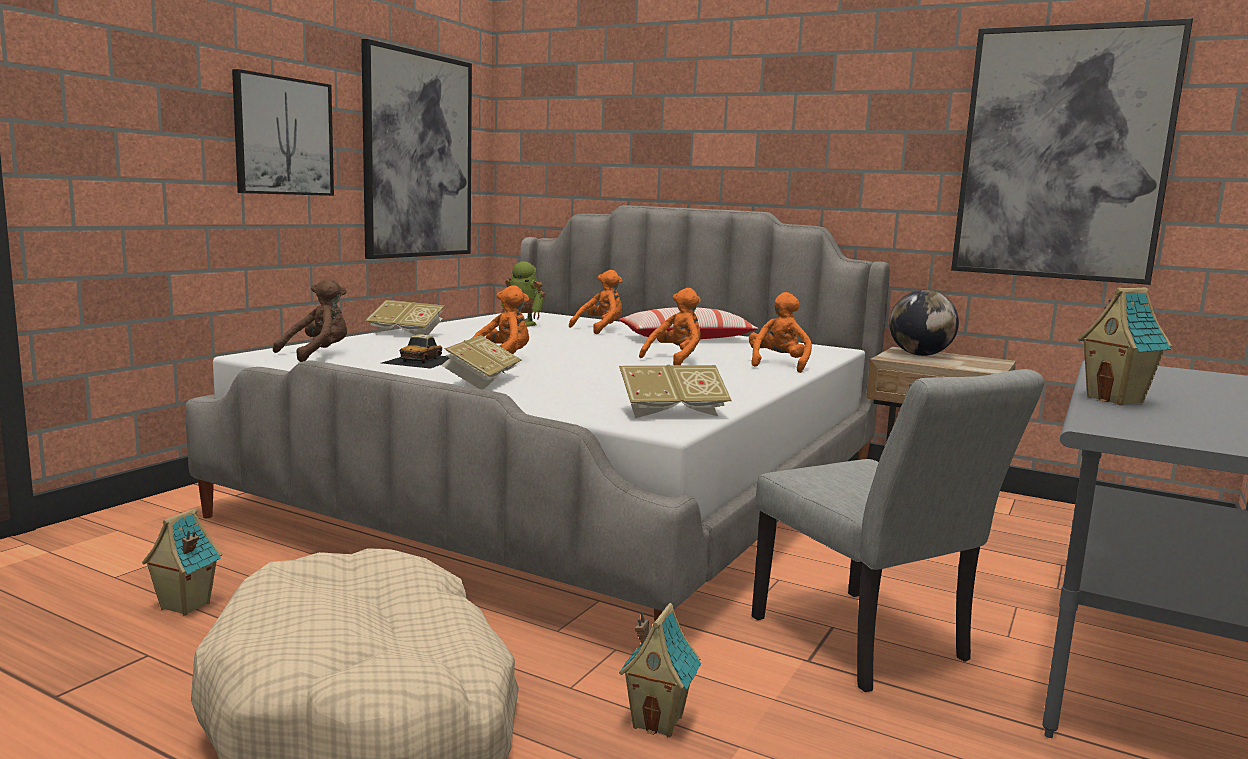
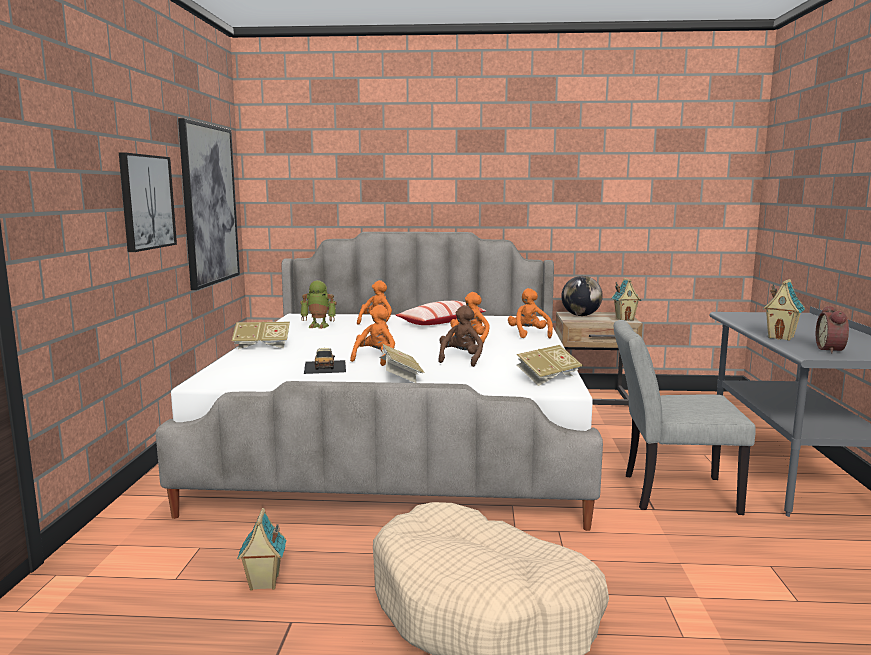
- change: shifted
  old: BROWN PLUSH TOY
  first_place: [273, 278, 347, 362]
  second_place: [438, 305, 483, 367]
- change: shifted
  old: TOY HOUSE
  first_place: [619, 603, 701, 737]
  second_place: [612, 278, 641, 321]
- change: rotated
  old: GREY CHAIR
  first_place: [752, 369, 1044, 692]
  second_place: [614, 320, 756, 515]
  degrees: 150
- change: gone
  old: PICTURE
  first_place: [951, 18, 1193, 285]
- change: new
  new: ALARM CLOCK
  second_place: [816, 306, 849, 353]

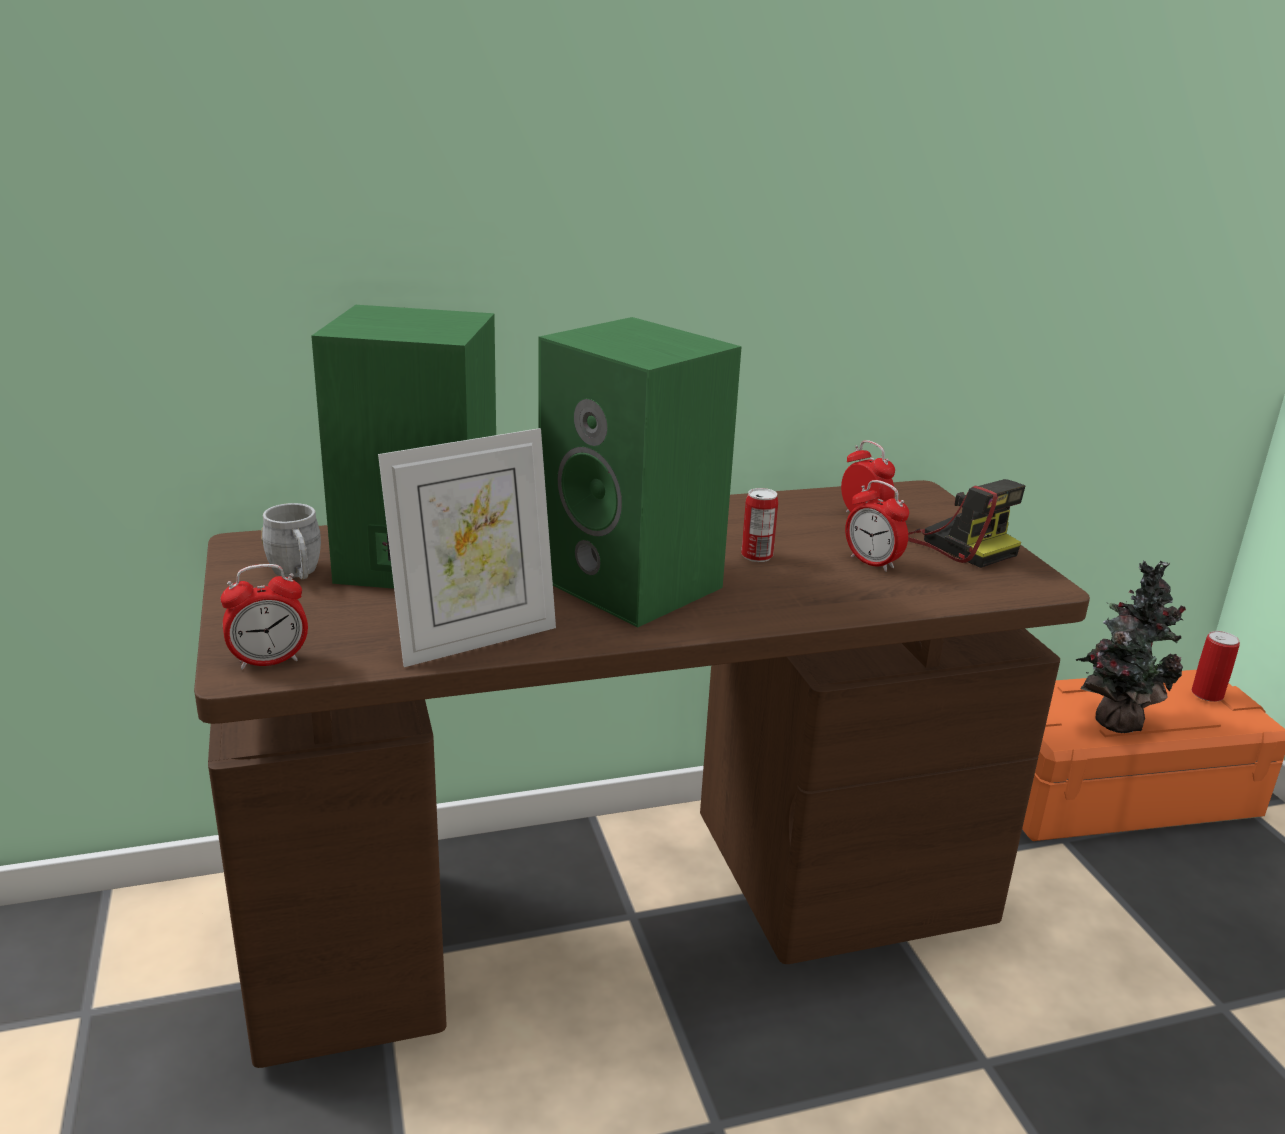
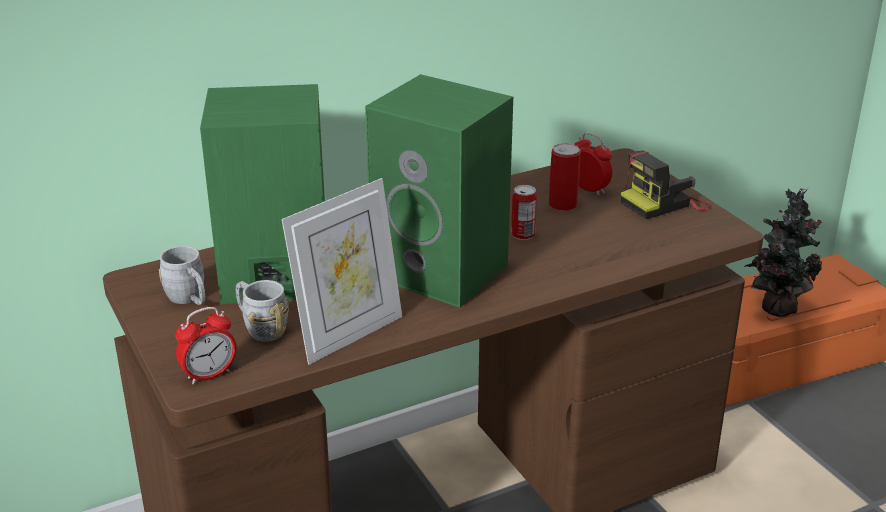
- change: gone
  old: ALARM CLOCK
  first_place: [845, 480, 909, 572]
- change: rotated
  old: PHOTO CAMERA
  first_place: [908, 479, 1026, 568]
  second_place: [621, 150, 711, 219]
  degrees: 105
- change: shifted
  old: CAN
  first_place: [1192, 631, 1240, 702]
  second_place: [549, 143, 581, 211]
- change: new
  new: GREY MUG
  second_place: [236, 280, 289, 342]

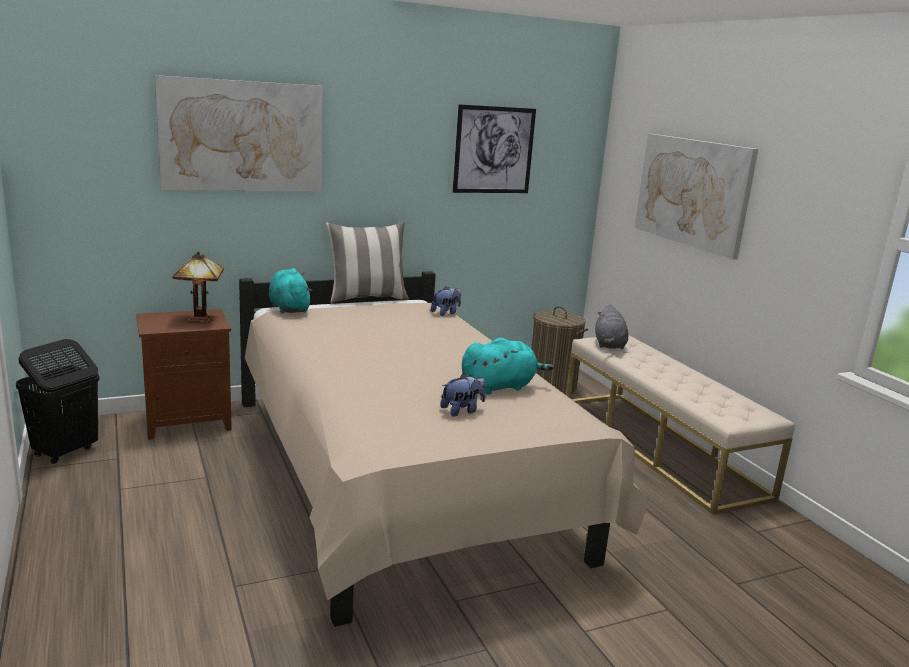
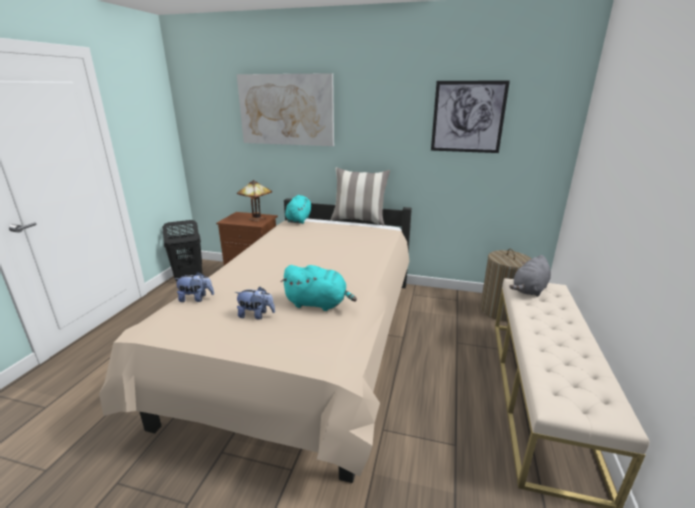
- change: shifted
  old: PLUSH TOY
  first_place: [431, 286, 461, 316]
  second_place: [175, 272, 214, 302]
- change: gone
  old: PICTURE
  first_place: [634, 134, 758, 260]

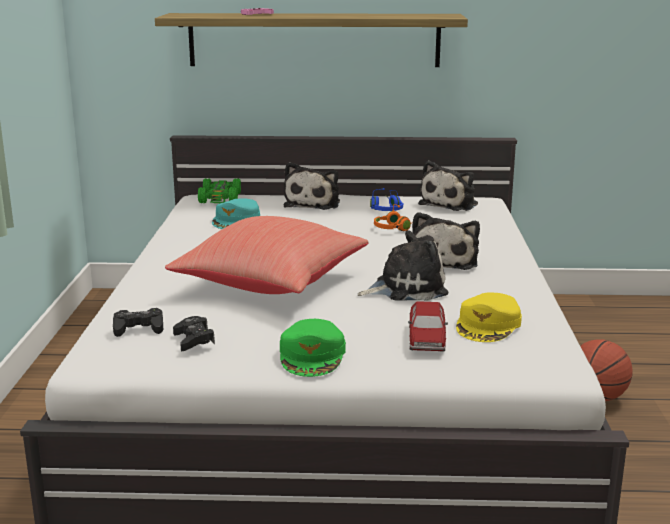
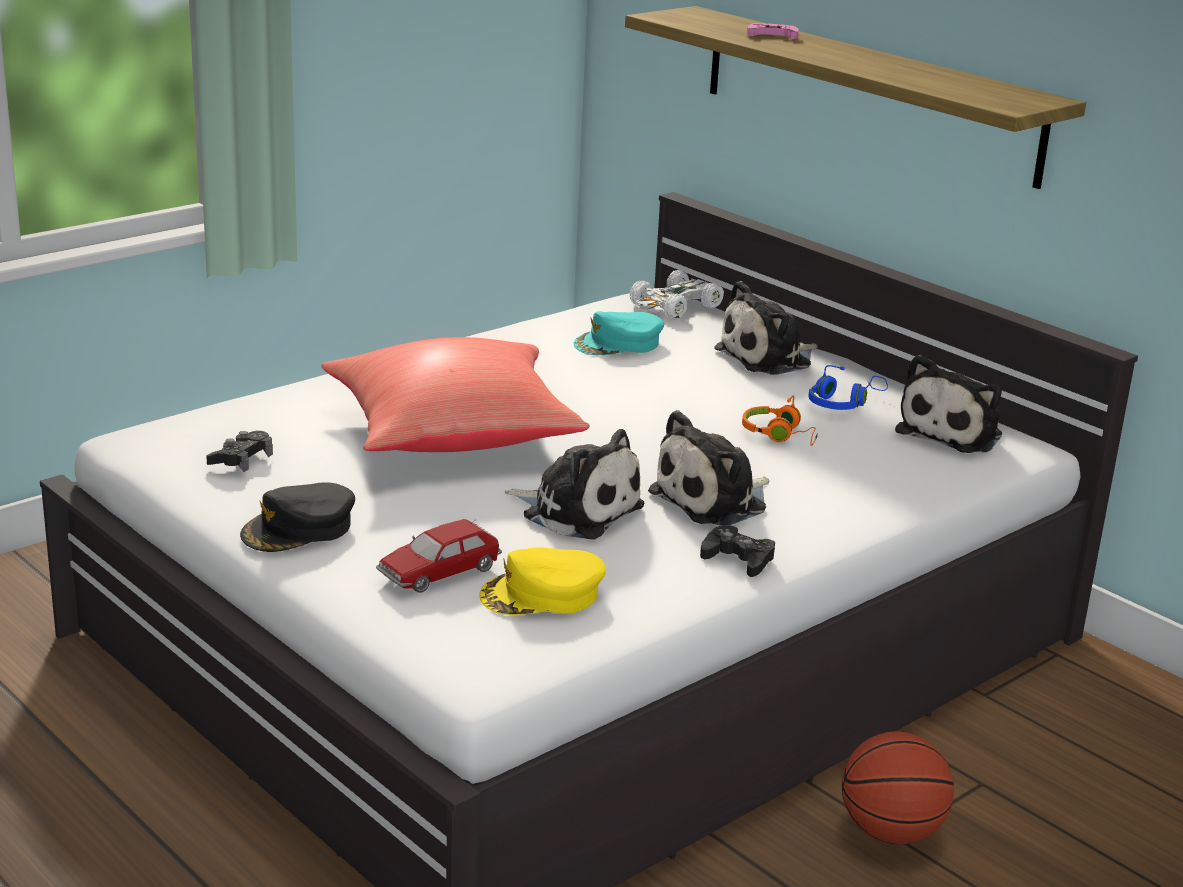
- change: shifted
  old: BLACK GAME CONTROLLER
  first_place: [113, 308, 163, 337]
  second_place: [700, 525, 775, 577]
- change: repainted
  old: GREEN TOY CAR
  new: WHITE TOY CAR
  first_place: [198, 178, 241, 203]
  second_place: [630, 270, 724, 320]
- change: repainted
  old: GREEN CAP
  new: BLACK CAP
  first_place: [280, 319, 346, 377]
  second_place: [240, 482, 355, 552]
- change: rotated
  old: PLUSH TOY
  first_place: [418, 161, 478, 211]
  second_place: [895, 355, 1002, 453]
  degrees: -45

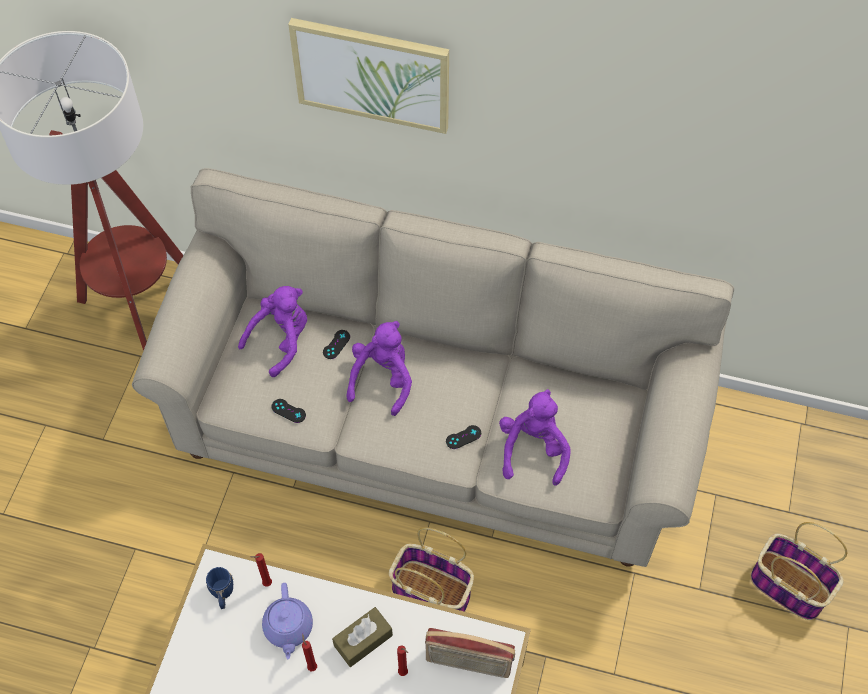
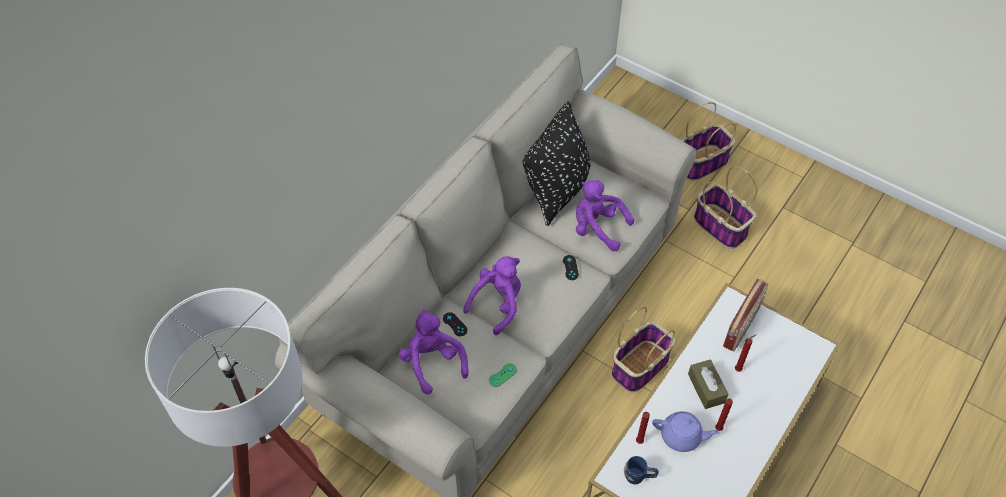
- change: repainted
  old: BLACK GAME CONTROLLER
  new: GREEN GAME CONTROLLER
  first_place: [272, 399, 306, 423]
  second_place: [489, 363, 517, 387]
- change: gone
  old: PICTURE
  first_place: [288, 18, 449, 134]
- change: rotated
  old: PURPLE PLUSH TOY
  first_place: [347, 321, 412, 416]
  second_place: [463, 256, 521, 335]
  degrees: 90
- change: new
  new: BLACK PILLOW
  second_place: [522, 101, 591, 226]
- change: new
  new: BASKET
  second_place: [694, 166, 757, 249]

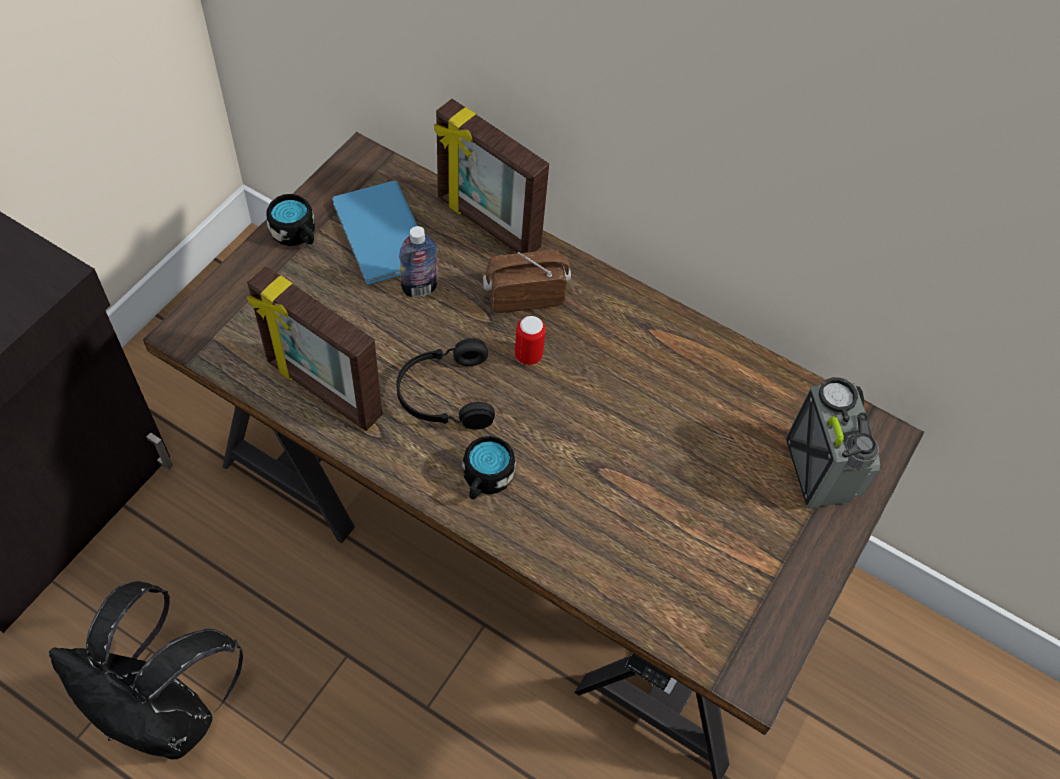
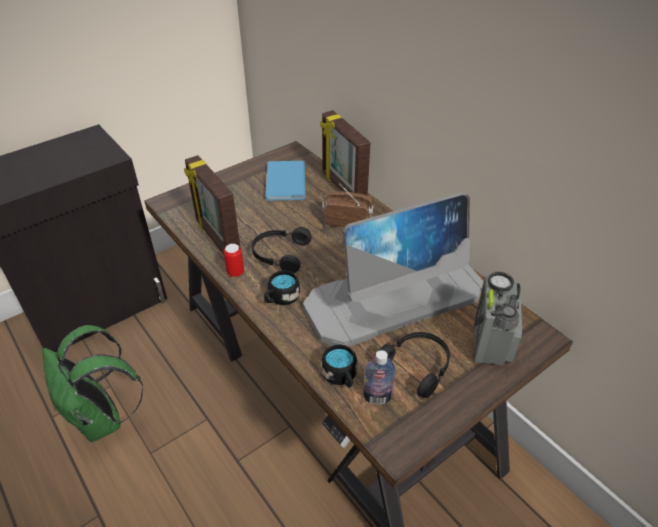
- change: repainted
  old: BLACK BACKPACK
  new: GREEN BACKPACK
  first_place: [49, 581, 243, 759]
  second_place: [42, 325, 143, 442]
- change: shifted
  old: BLACK MUG
  first_place: [266, 194, 315, 246]
  second_place: [321, 344, 357, 388]
- change: shifted
  old: BOTTLE
  first_place: [399, 226, 438, 297]
  second_place: [363, 350, 396, 405]
- change: shifted
  old: CAN
  first_place: [515, 316, 546, 365]
  second_place: [223, 244, 244, 277]
- change: new
  new: MONITOR
  second_place: [303, 192, 484, 347]
- change: new
  new: BLACK HEADPHONES
  second_place: [375, 332, 450, 398]

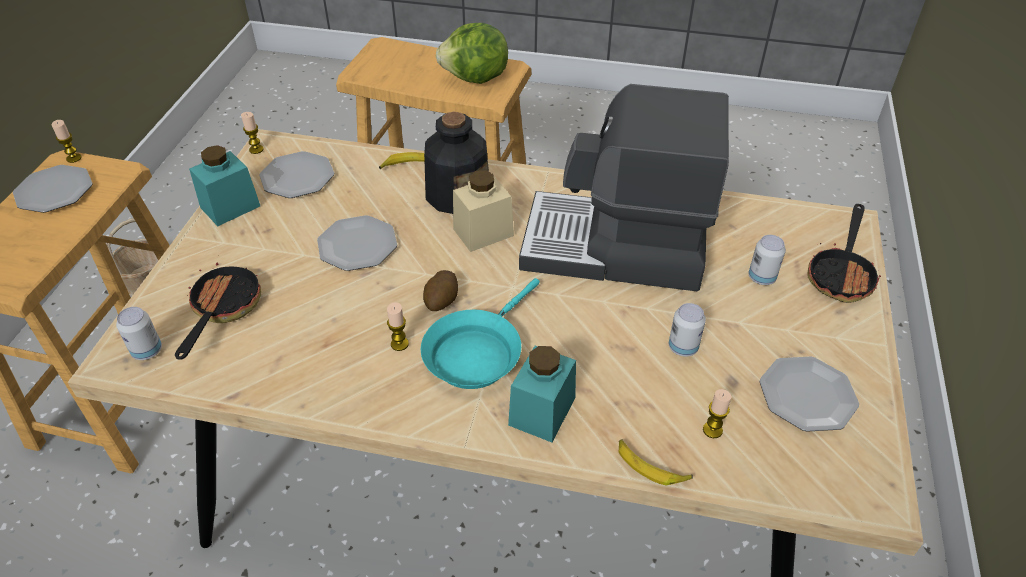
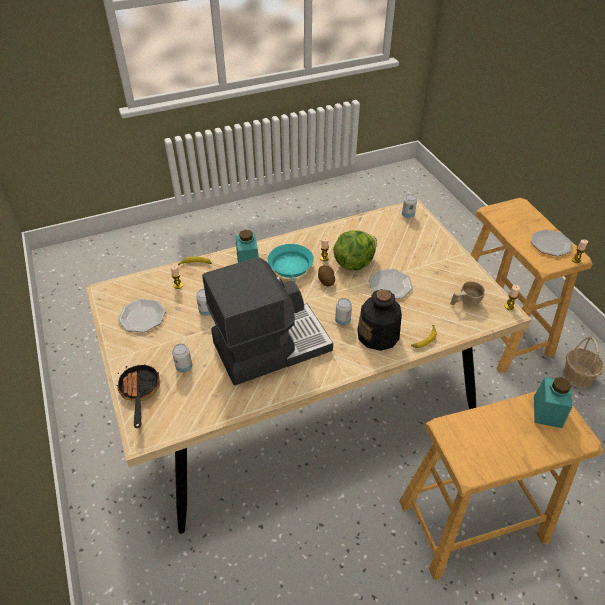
- change: gone
  old: FRYING PAN
  first_place: [175, 262, 261, 360]
- change: shifted
  old: TURQUOISE JAR
  first_place: [189, 145, 260, 226]
  second_place: [534, 377, 572, 428]
- change: swapped
  old: PLATE
  new: BEIGE CUP
  first_place: [259, 151, 334, 198]
  second_place: [450, 281, 485, 306]
- change: shifted
  old: LETTUCE
  first_place: [436, 23, 508, 84]
  second_place: [333, 230, 377, 271]
- change: swapped
  old: BEIGE JAR
  new: CAN
  first_place: [453, 170, 514, 252]
  second_place: [335, 298, 352, 326]

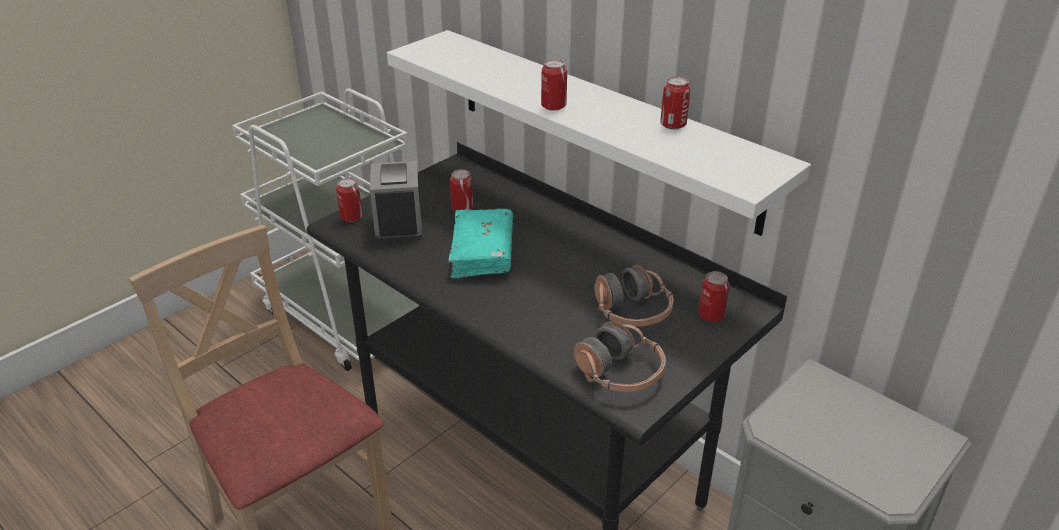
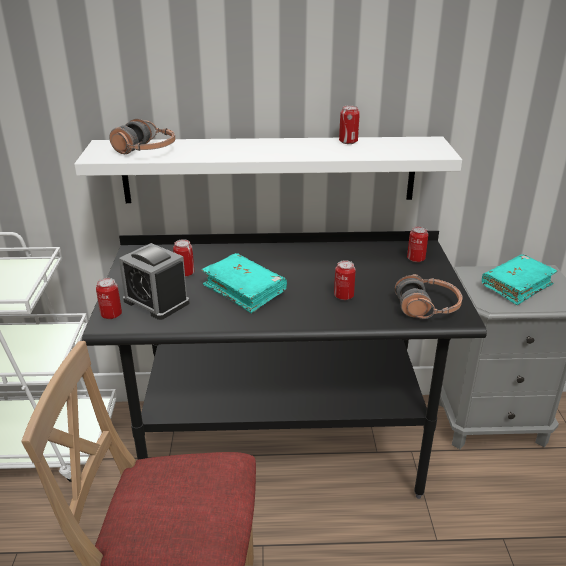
- change: shifted
  old: CAN
  first_place: [541, 59, 567, 111]
  second_place: [334, 260, 356, 300]
- change: shifted
  old: HEADPHONES
  first_place: [594, 265, 673, 327]
  second_place: [109, 119, 175, 154]
- change: new
  new: TURQUOISE BOOK
  second_place: [482, 255, 558, 305]

